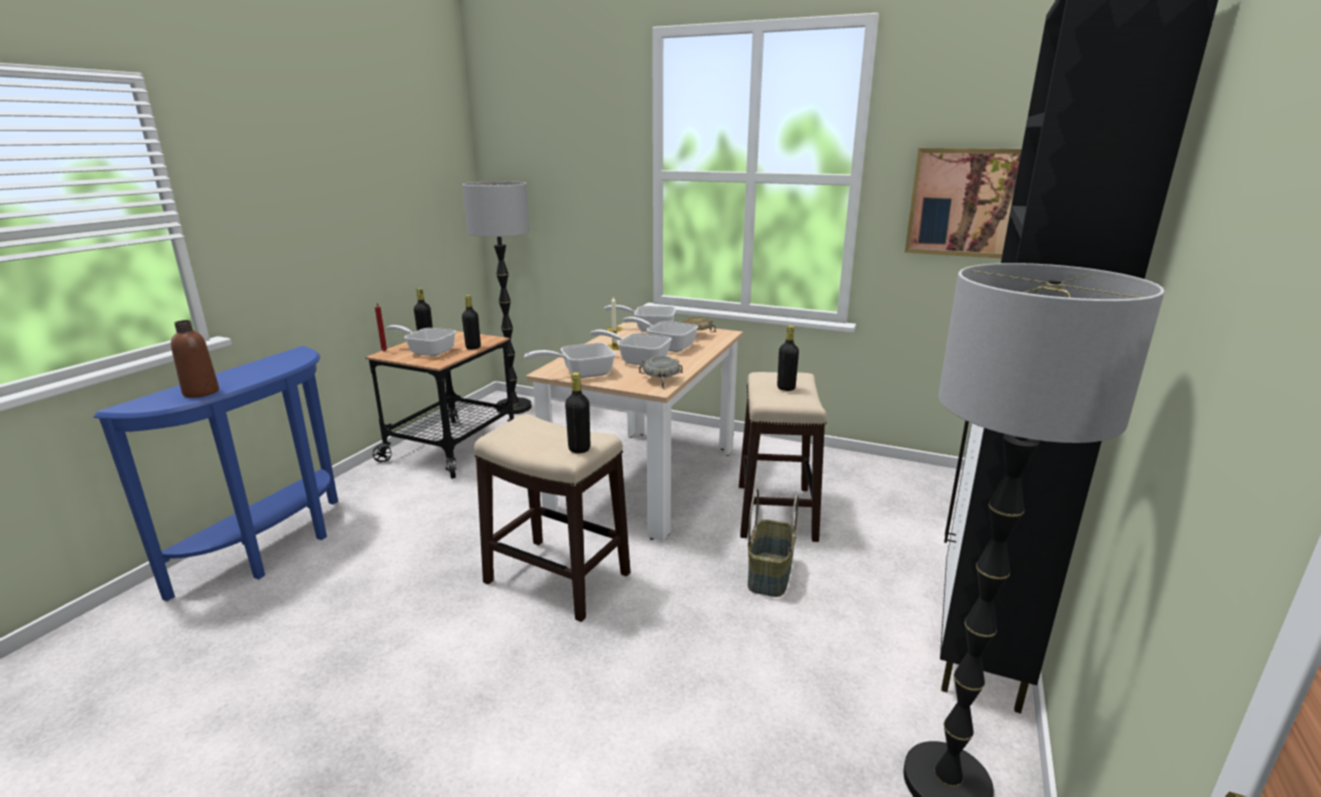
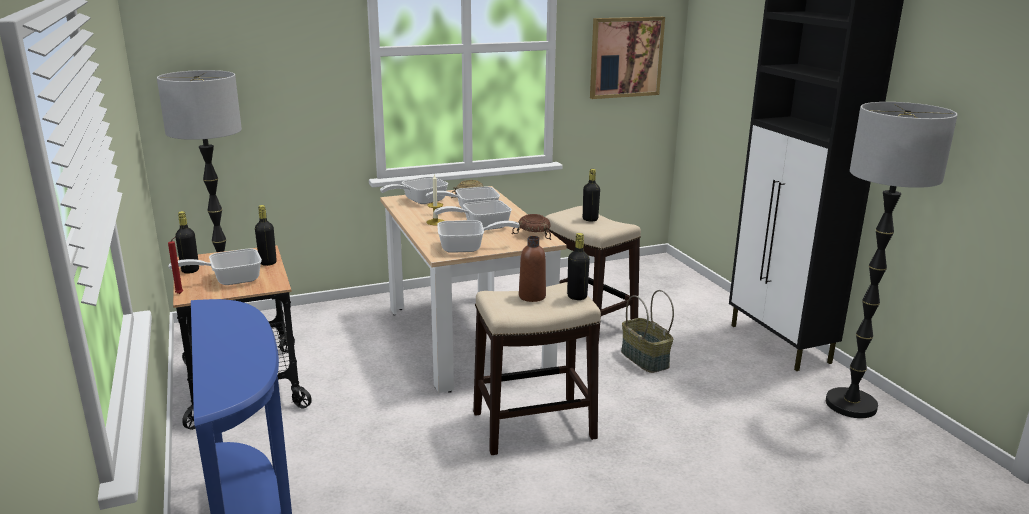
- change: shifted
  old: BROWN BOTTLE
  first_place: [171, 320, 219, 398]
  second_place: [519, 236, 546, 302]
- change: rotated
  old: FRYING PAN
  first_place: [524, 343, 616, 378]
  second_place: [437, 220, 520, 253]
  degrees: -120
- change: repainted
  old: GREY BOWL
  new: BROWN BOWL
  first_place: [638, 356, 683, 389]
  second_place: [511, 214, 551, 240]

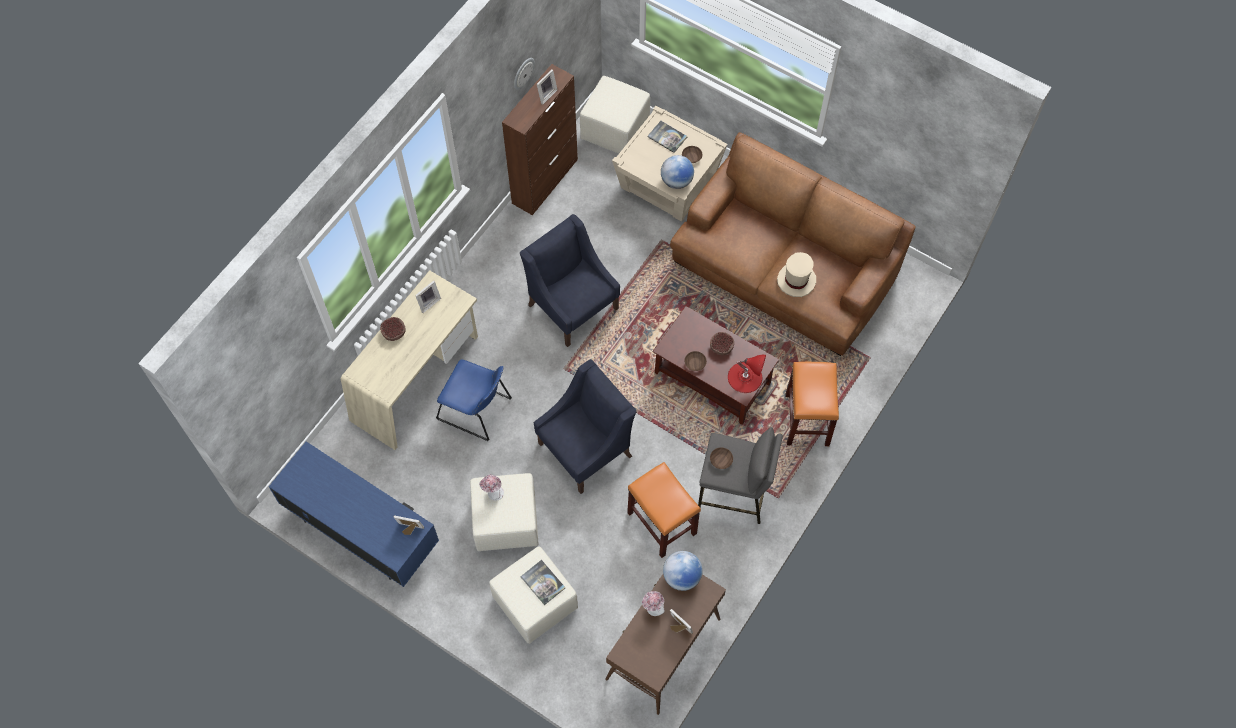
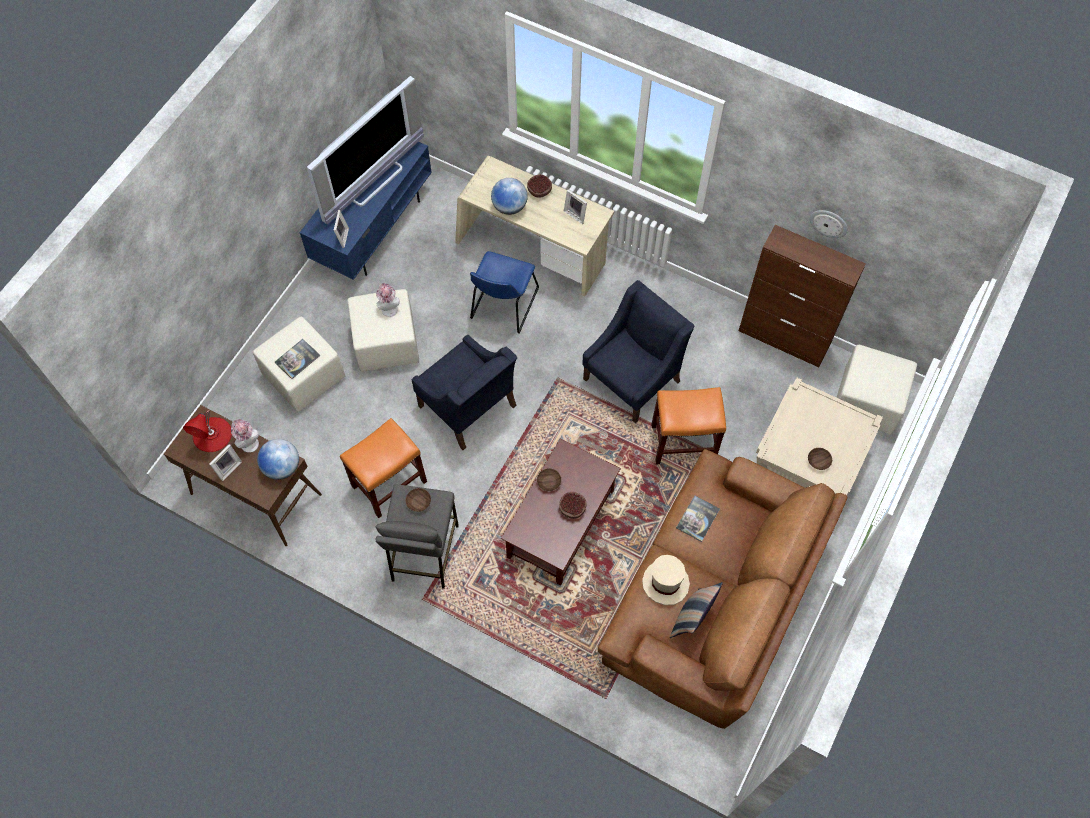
- change: gone
  old: PICTURE FRAME
  first_place: [537, 69, 558, 105]
- change: shifted
  old: BOOK
  first_place: [647, 121, 687, 153]
  second_place: [676, 495, 720, 542]
- change: shifted
  old: GLOBE
  first_place: [661, 155, 694, 189]
  second_place: [491, 178, 528, 215]
- change: shifted
  old: RED TABLE LAMP
  first_place: [728, 355, 766, 393]
  second_place: [183, 410, 232, 452]
- change: shifted
  old: ORANGE STOOL
  first_place: [786, 362, 839, 446]
  second_place: [651, 387, 726, 464]
- change: new
  new: TELEVISION
  second_place: [307, 76, 424, 225]
- change: new
  new: PILLOW
  second_place: [669, 582, 723, 638]

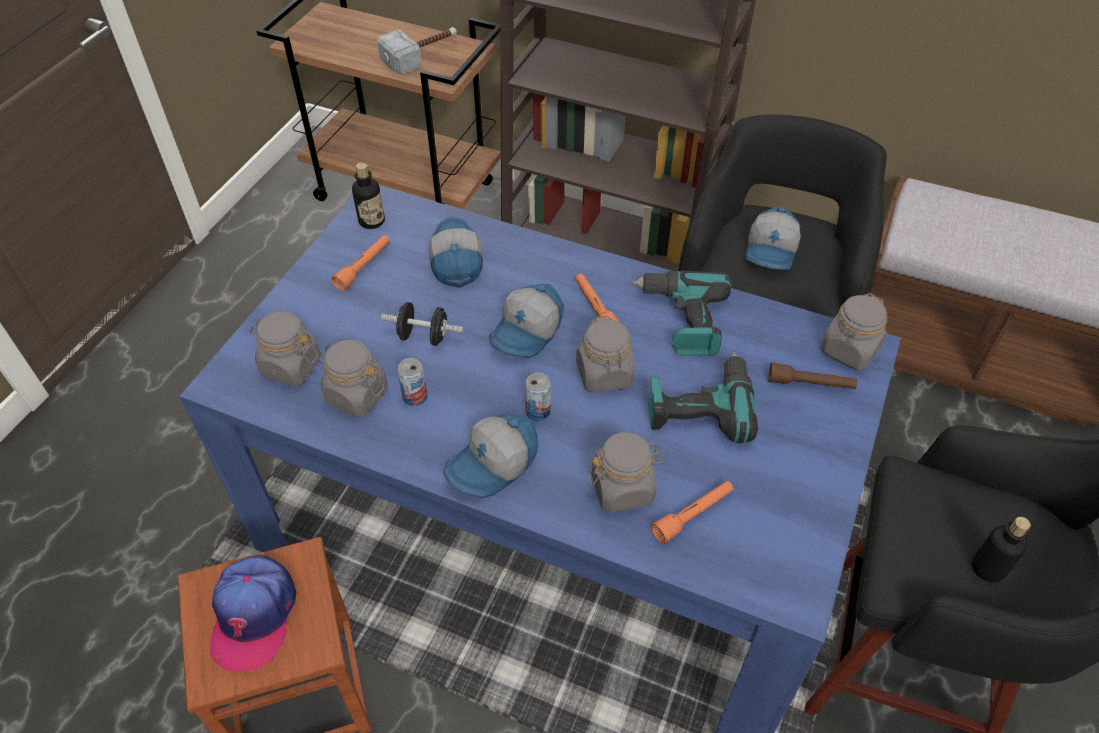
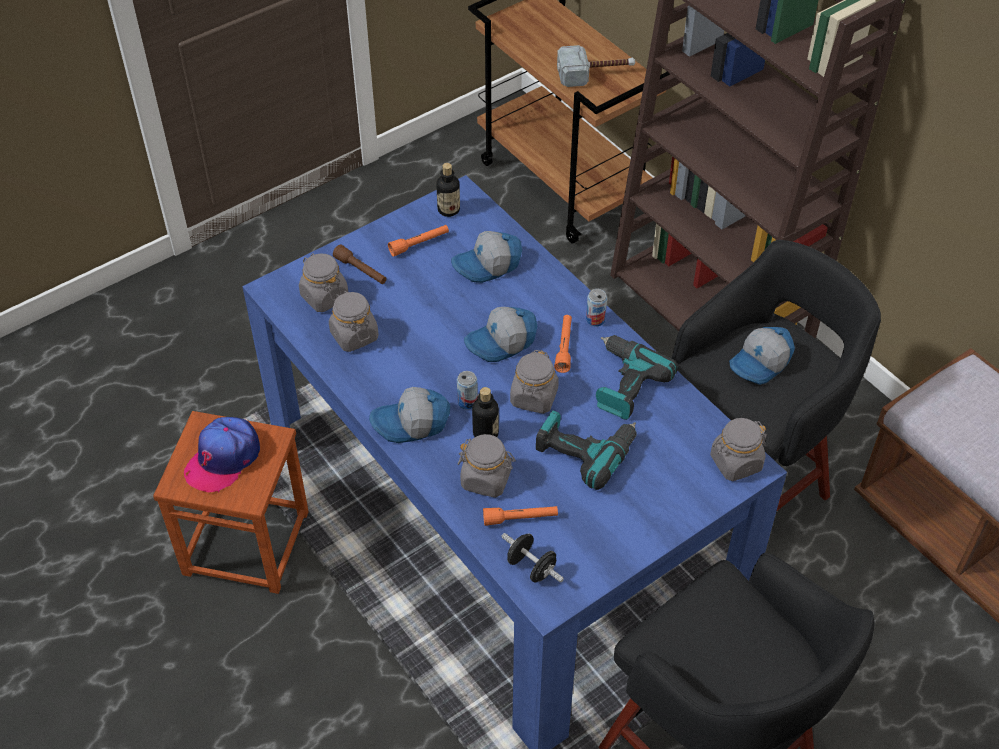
- change: shifted
  old: BLACK DUMBBELL
  first_place: [381, 302, 463, 346]
  second_place: [501, 533, 564, 582]
- change: shifted
  old: CAN
  first_place: [397, 358, 427, 406]
  second_place: [586, 289, 607, 327]
- change: rotated
  old: CAP
  first_place: [428, 216, 483, 288]
  second_place: [451, 231, 522, 283]
  degrees: -135
- change: shifted
  old: BROWN FLASHLIGHT
  first_place: [768, 362, 857, 389]
  second_place: [333, 244, 387, 284]
- change: shifted
  old: BOTTLE
  first_place: [972, 517, 1031, 582]
  second_place: [472, 387, 499, 437]

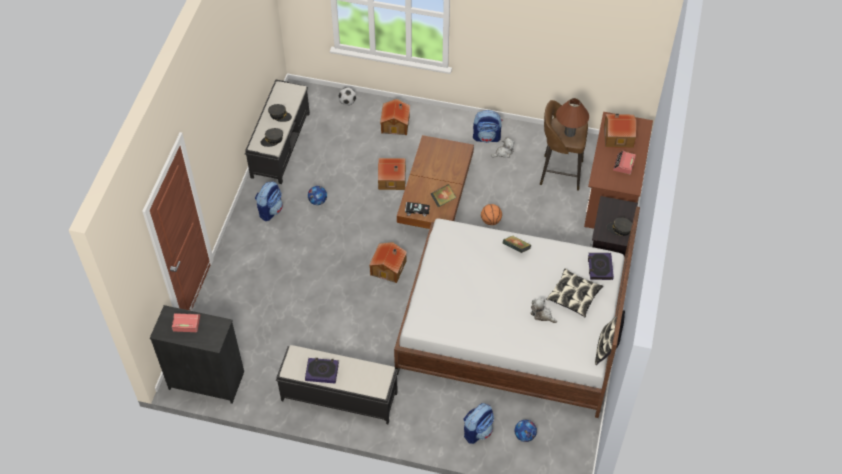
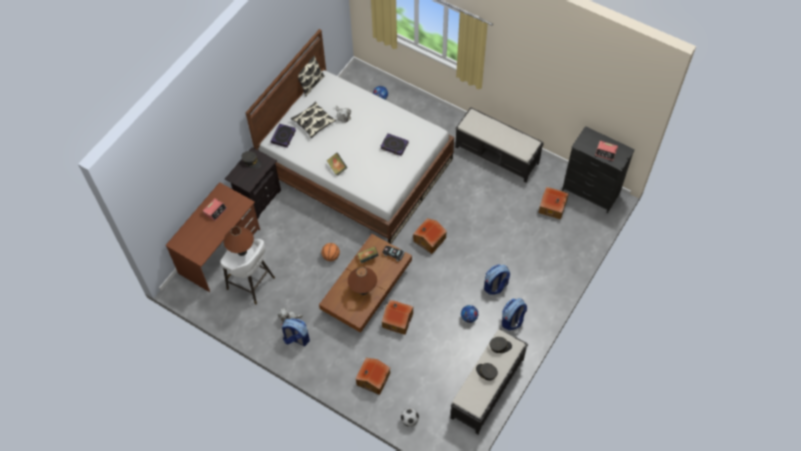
- change: shifted
  old: BOOK
  first_place: [305, 358, 339, 384]
  second_place: [380, 133, 409, 156]
- change: shifted
  old: BACKPACK
  first_place: [463, 403, 494, 444]
  second_place: [484, 264, 510, 295]
- change: repainted
  old: BROWN STOOL
  new: WHITE STOOL
  first_place: [540, 100, 588, 191]
  second_place: [220, 239, 275, 305]
- change: shifted
  old: TOY HOUSE
  first_place: [604, 113, 636, 148]
  second_place: [539, 187, 569, 220]
- change: new
  new: BROWN TABLE LAMP
  second_place: [348, 267, 377, 295]

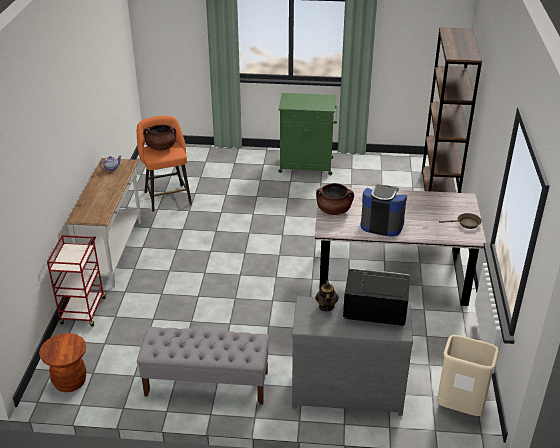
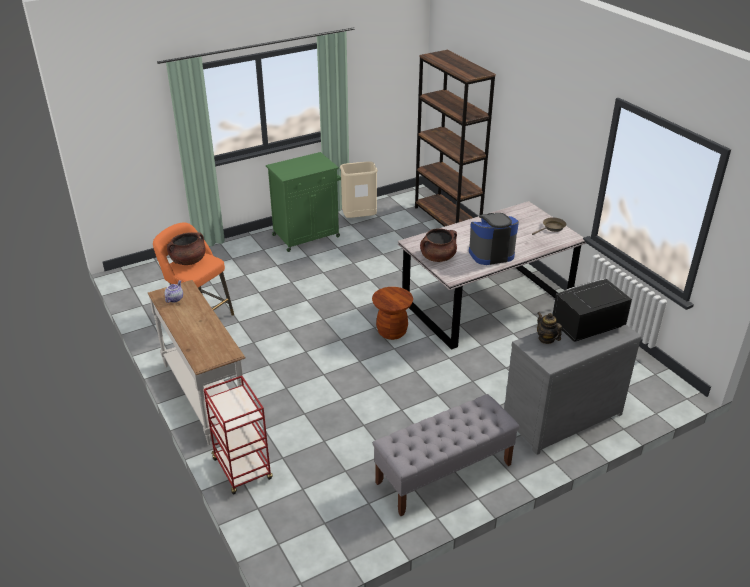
- change: shifted
  old: BROWN STOOL
  first_place: [39, 333, 87, 392]
  second_place: [372, 287, 413, 340]
- change: shifted
  old: BEIGE TRASH CAN
  first_place: [437, 335, 499, 416]
  second_place: [340, 161, 378, 218]

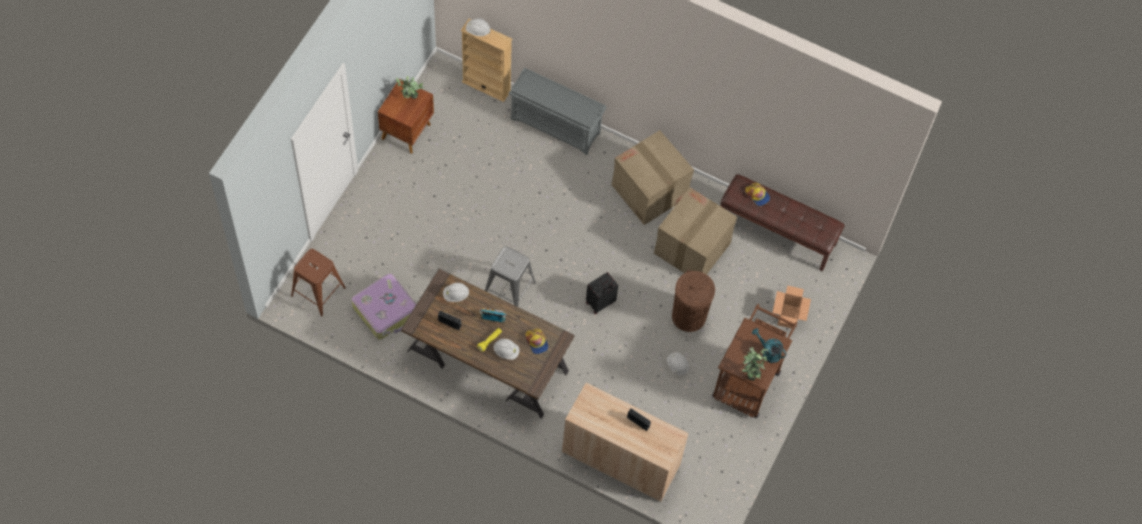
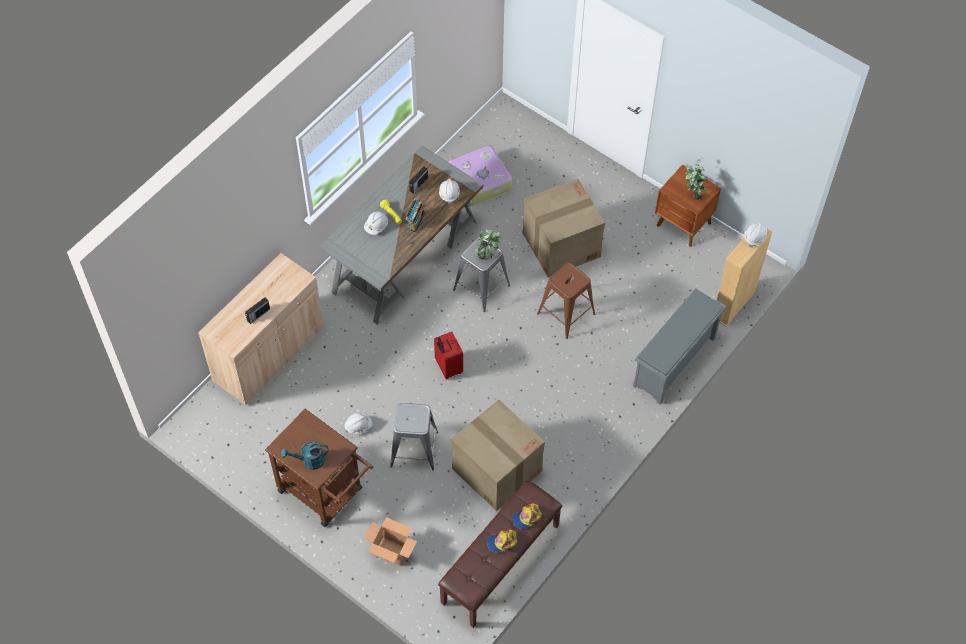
- change: shifted
  old: BROWN STOOL
  first_place: [291, 249, 346, 316]
  second_place: [537, 263, 595, 339]
- change: repainted
  old: BROWN DESK
  new: GREY DESK
  first_place: [401, 268, 575, 419]
  second_place: [319, 146, 483, 325]
- change: shifted
  old: CAP
  first_place: [525, 328, 548, 354]
  second_place: [487, 530, 517, 552]
- change: repainted
  old: BLACK SUITCASE
  new: RED SUITCASE
  first_place: [586, 272, 618, 314]
  second_place: [434, 332, 463, 379]
- change: shifted
  old: CARDBOARD BOX
  first_place: [611, 130, 694, 225]
  second_place: [522, 179, 605, 277]
- change: swapped
  old: BROWN TRASH CAN
  new: GREY STOOL
  first_place: [672, 271, 715, 332]
  second_place: [390, 403, 438, 471]
- change: shifted
  old: POTTED PLANT
  first_place: [742, 347, 769, 381]
  second_place: [475, 229, 502, 259]
- change: rotated
  old: TURQUOISE WATERING CAN
  first_place: [752, 328, 787, 363]
  second_place: [281, 441, 329, 470]
  degrees: -150

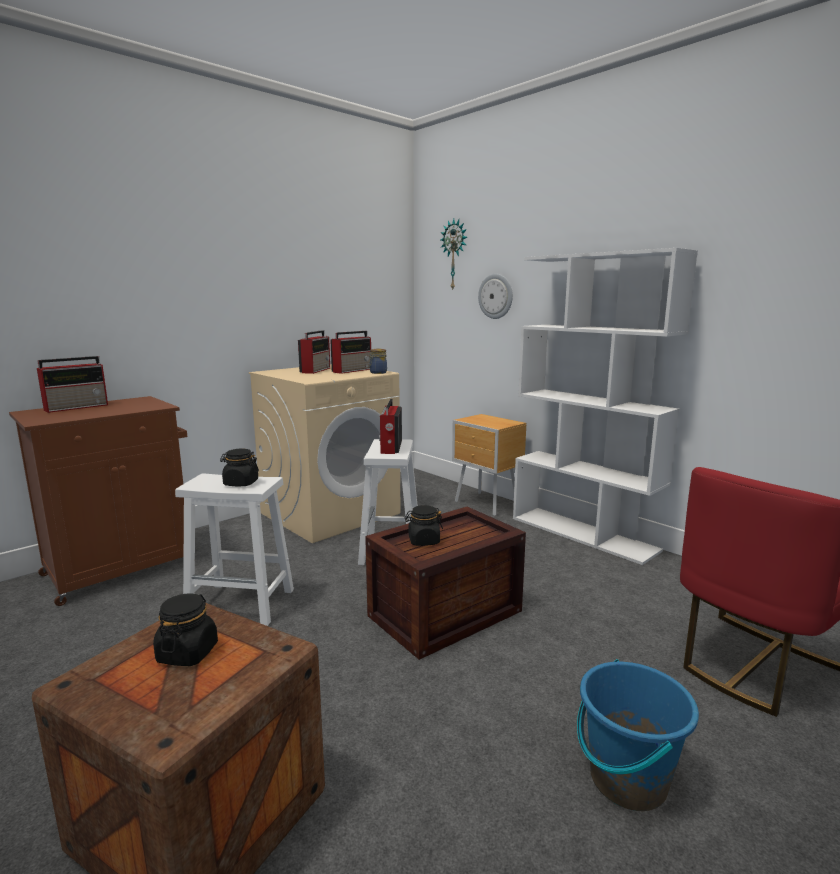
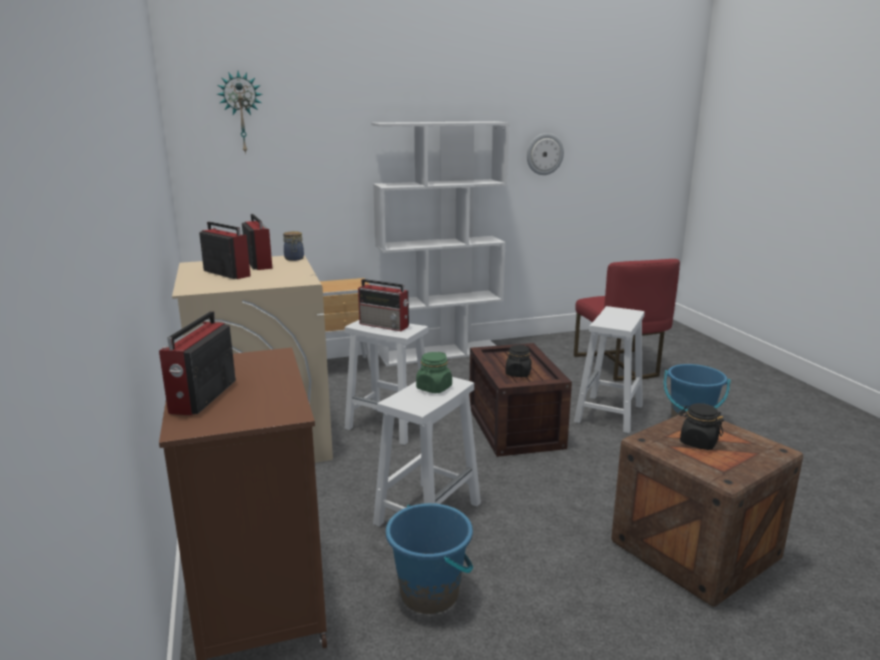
- change: rotated
  old: RADIO
  first_place: [37, 356, 108, 413]
  second_place: [159, 311, 236, 416]
  degrees: -150
- change: repainted
  old: BLACK JAR
  new: GREEN JAR
  first_place: [220, 449, 259, 486]
  second_place: [416, 352, 452, 393]
- change: shifted
  old: WALL CLOCK
  first_place: [478, 274, 513, 319]
  second_place: [527, 133, 564, 175]
- change: new
  new: BLUE BUCKET
  second_place: [386, 503, 473, 614]
- change: new
  new: WHITE STOOL
  second_place: [574, 306, 644, 433]

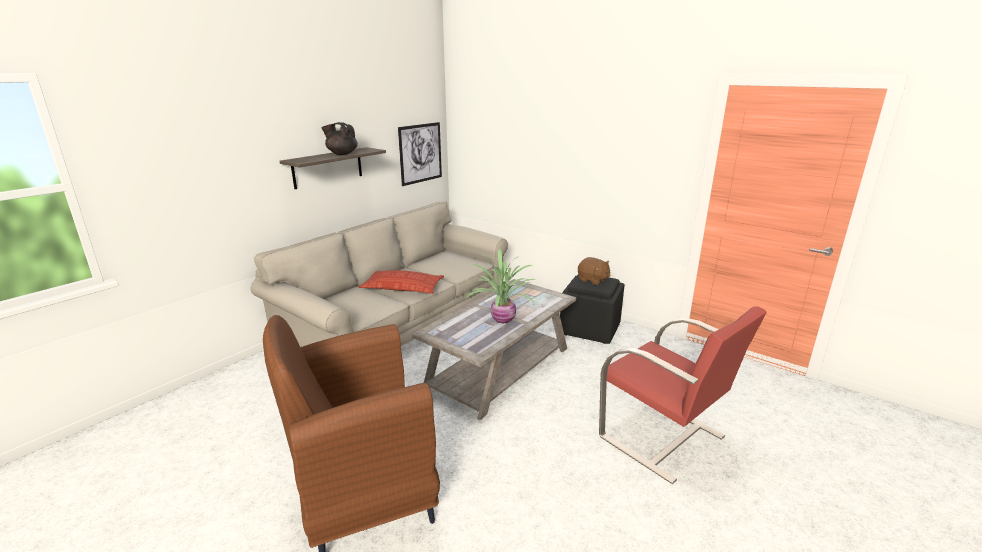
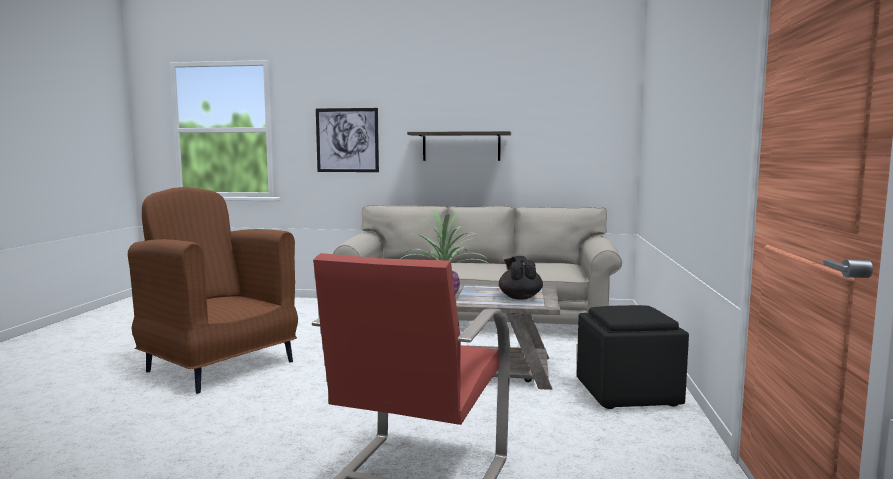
- change: shifted
  old: BLACK TEAPOT
  first_place: [321, 122, 358, 155]
  second_place: [499, 256, 543, 300]
- change: gone
  old: PILLOW
  first_place: [359, 270, 444, 294]
- change: shifted
  old: PICTURE
  first_place: [398, 122, 442, 186]
  second_place: [316, 108, 379, 172]
- change: gone
  old: BROWN PLUSH TOY
  first_place: [578, 257, 611, 285]

